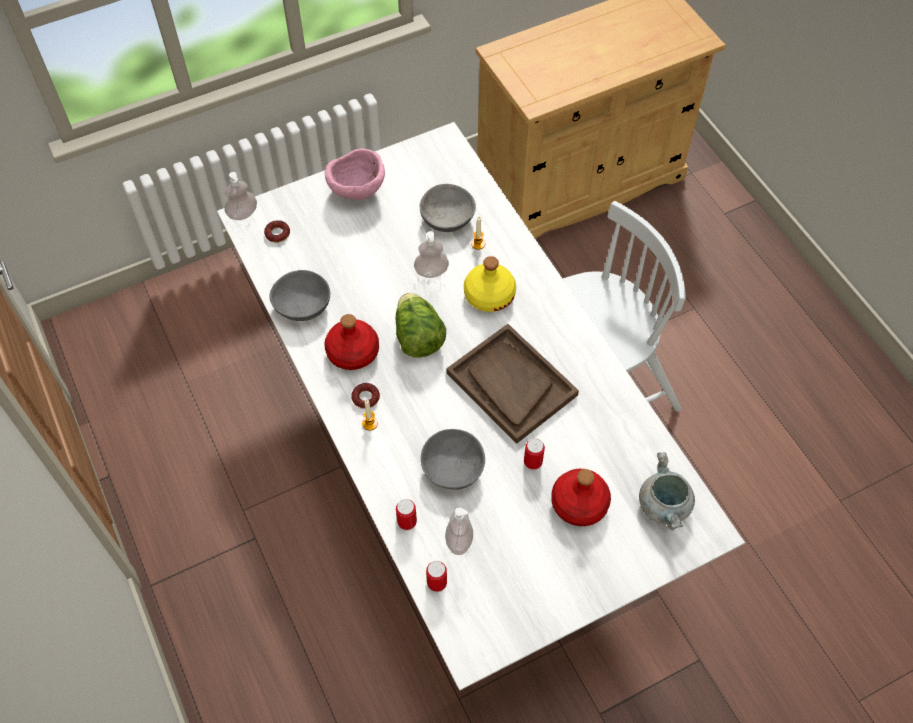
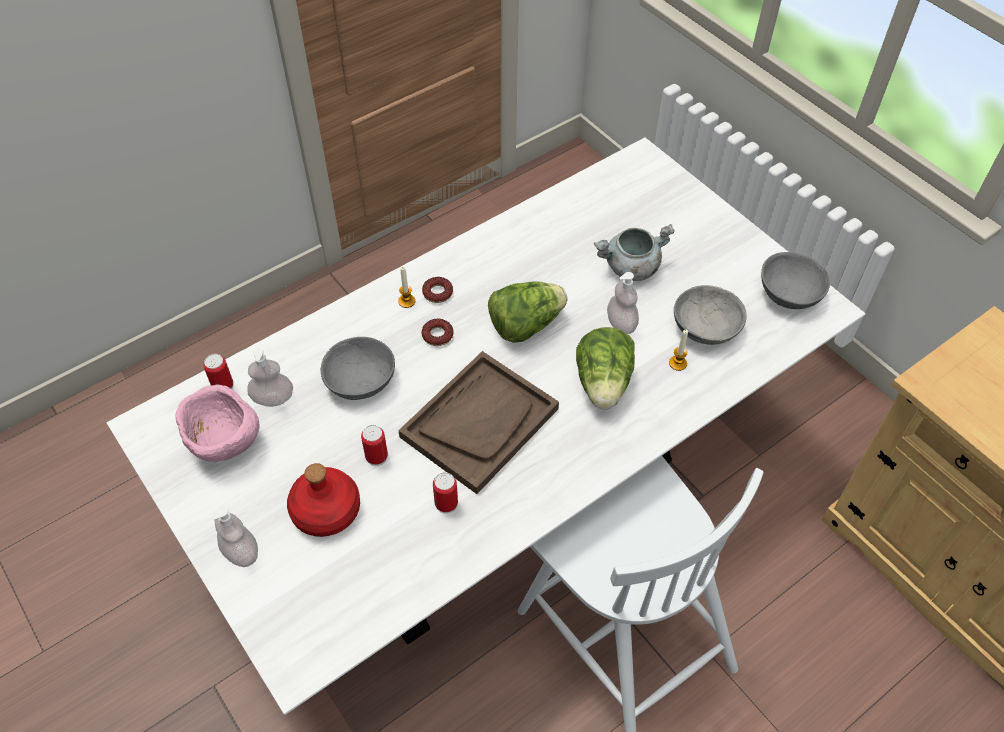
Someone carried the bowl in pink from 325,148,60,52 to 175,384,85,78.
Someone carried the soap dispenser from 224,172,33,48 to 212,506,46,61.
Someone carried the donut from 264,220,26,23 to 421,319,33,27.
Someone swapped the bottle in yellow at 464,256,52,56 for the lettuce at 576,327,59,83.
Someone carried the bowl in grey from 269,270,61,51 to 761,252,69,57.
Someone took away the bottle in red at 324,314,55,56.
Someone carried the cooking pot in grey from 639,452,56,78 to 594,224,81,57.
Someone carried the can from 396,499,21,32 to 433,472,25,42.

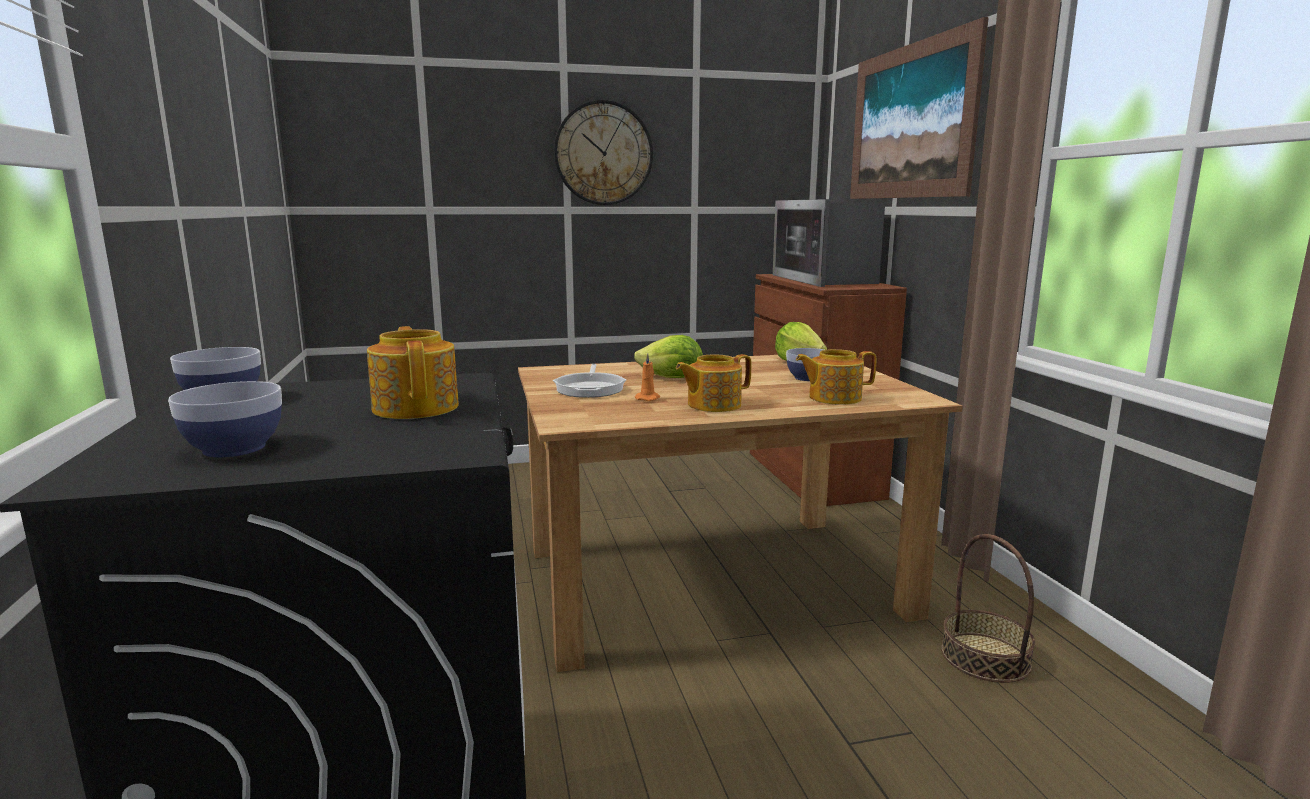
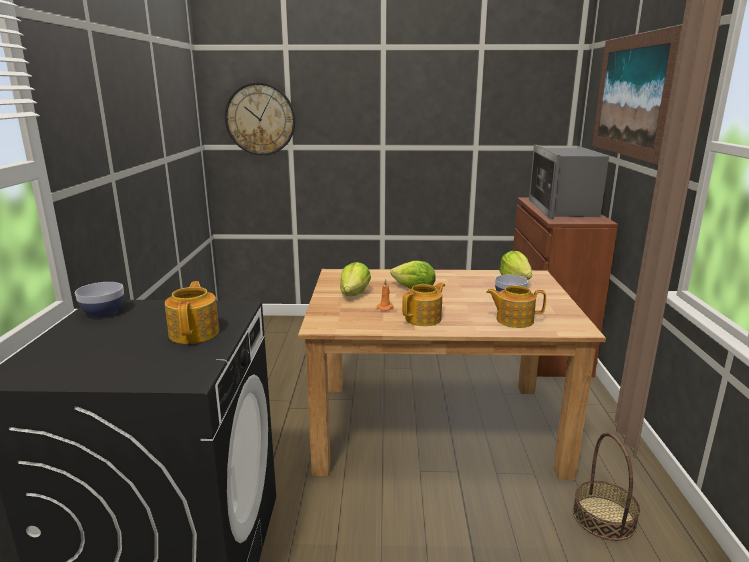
Someone carried the wall clock from 554,100,99,105 to 225,82,70,74.
Someone rotated the teapot at 676,354,75,58 by 150 degrees clockwise.
Someone swapped the frying pan at 553,364,73,34 for the lettuce at 340,262,31,34.
Someone took away the bowl at 168,381,114,76.

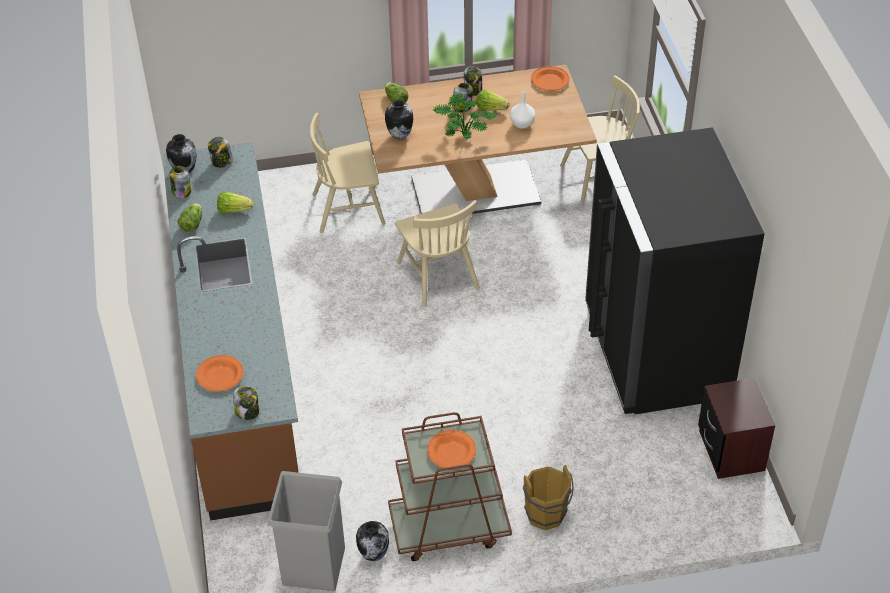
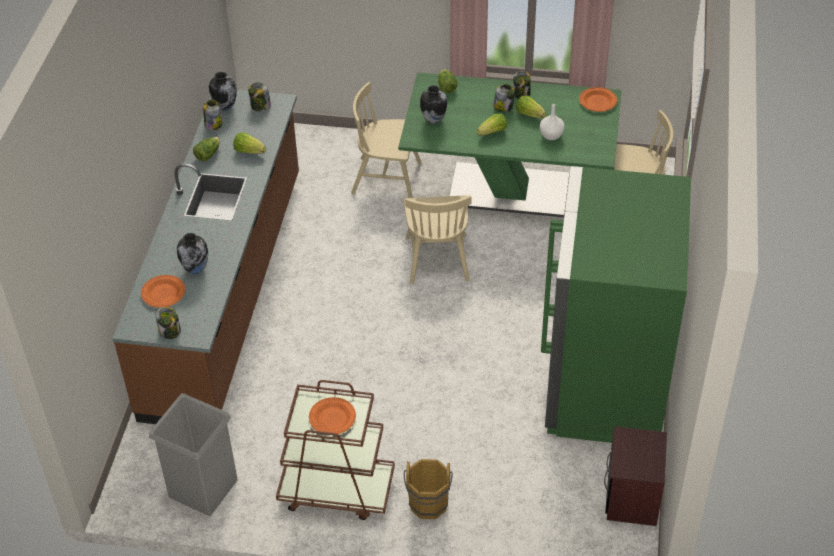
Someone repainted the dining table in brown at 359,64,238,150, which became the dining table in green at 398,72,224,145.
Someone swapped the potted plant at 433,93,63,46 for the lettuce at 477,113,30,23.
Someone repainted the fridge in black at 585,127,179,287, which became the fridge in green at 541,166,150,277.
Someone carried the vase from 356,521,33,40 to 177,233,31,41.

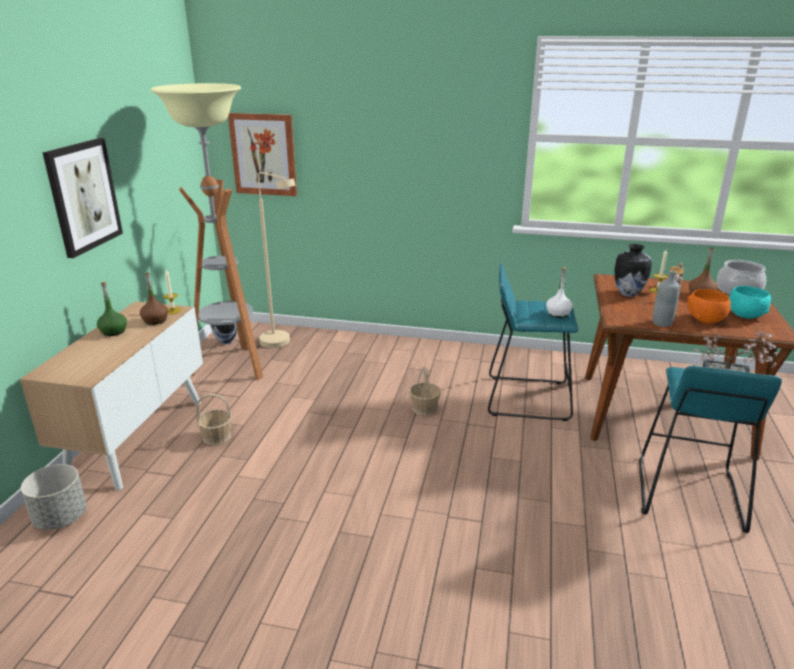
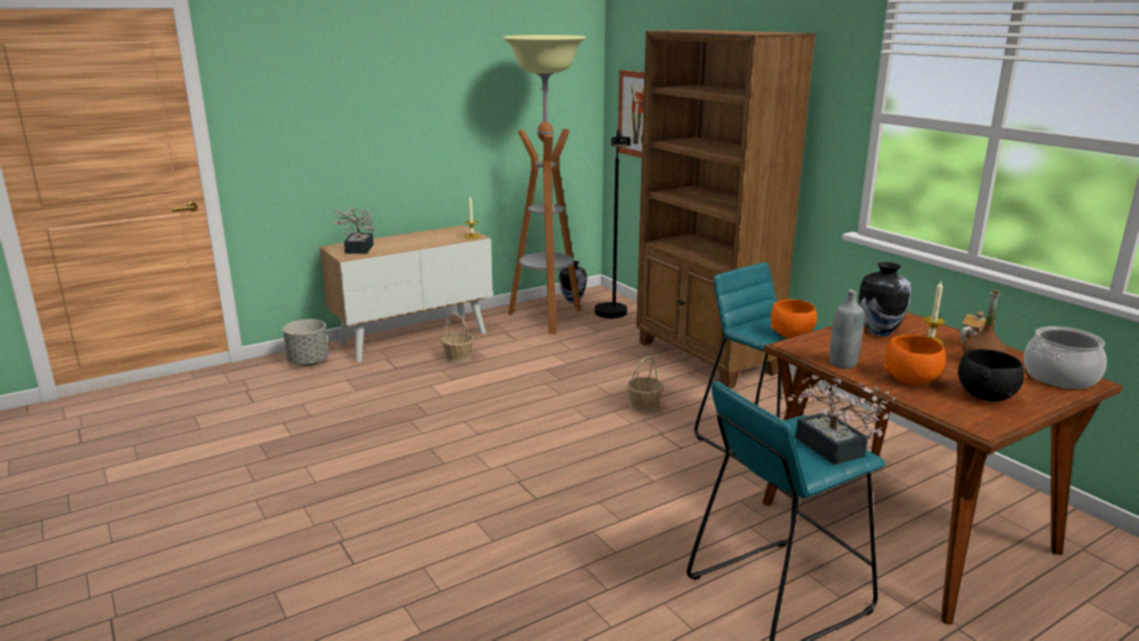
Someone took away the picture at 43,138,80,120.
Someone repainted the floor lamp in beige at 258,172,38,176, which became the floor lamp in black at 595,129,36,189.
Someone swapped the bottle in white at 546,267,27,51 for the bowl in orange at 770,299,47,39.
Someone took away the bottle in brown at 140,273,28,52.
Someone took away the bottle in green at 97,282,30,54.
Someone repainted the bowl in turquoise at 729,286,42,33, which became the bowl in black at 958,349,66,52.
Someone put down the bookcase in brown at 636,30,180,359.
Someone put down the potted plant at 335,207,40,47.

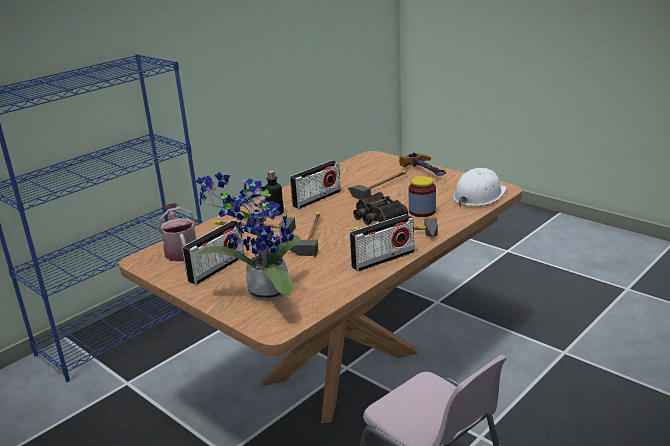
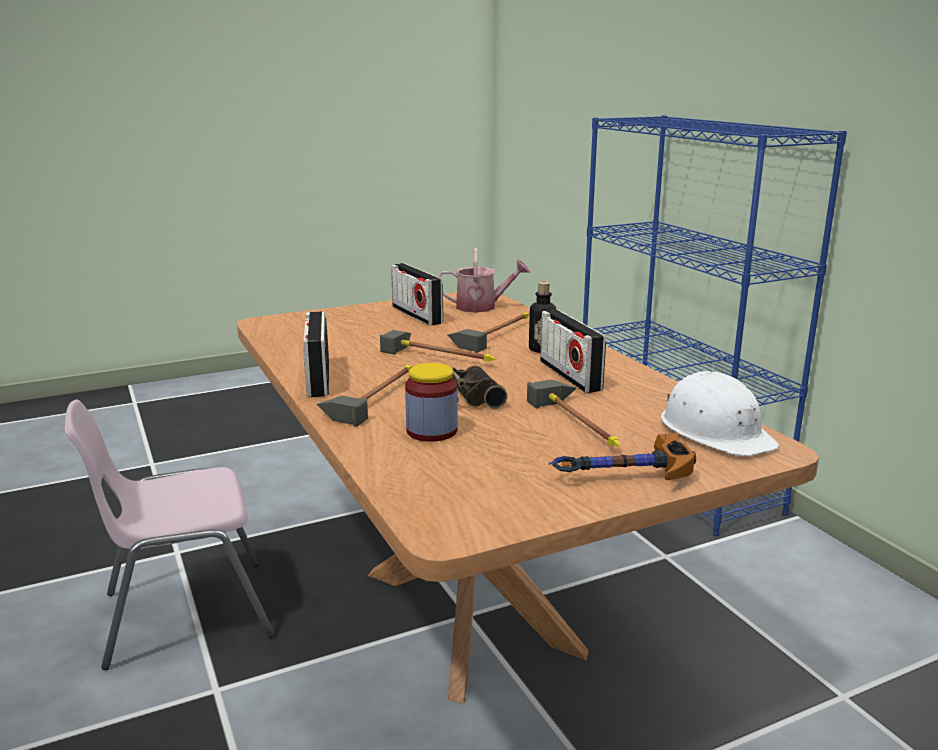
Someone carried the hard hat in white from 453,168,54,39 to 661,371,118,85.
Someone took away the potted plant at 195,172,106,129.

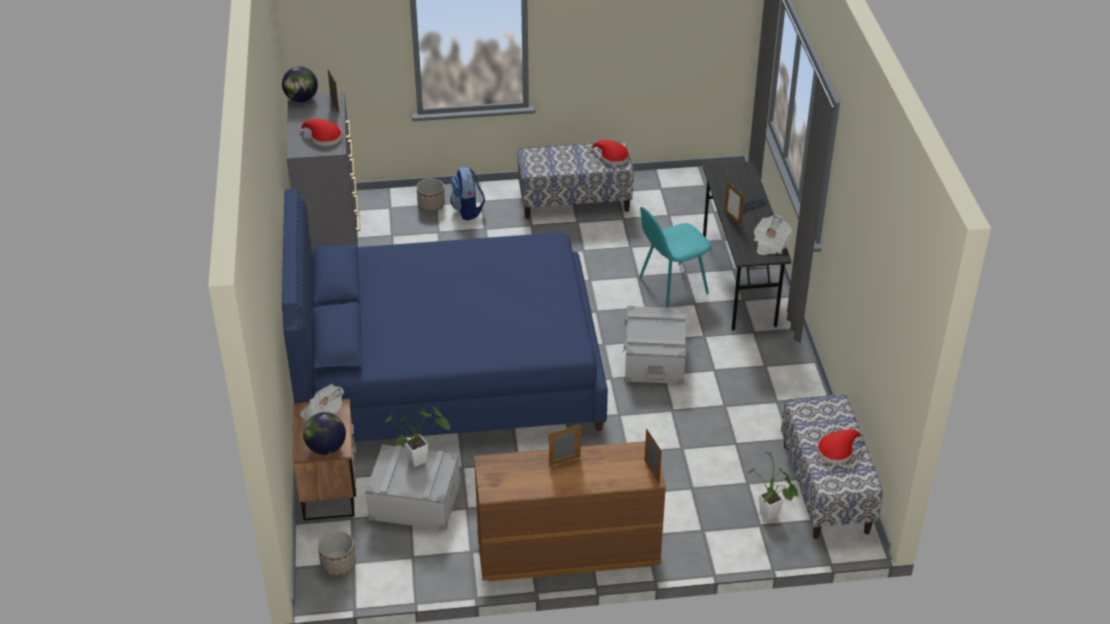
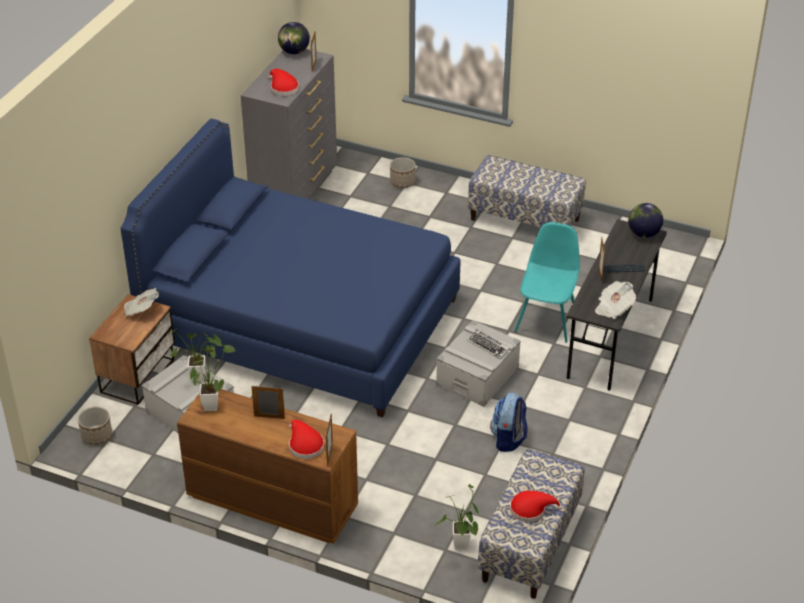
Someone carried the hat in red from 590,140,39,26 to 289,419,35,40.
Someone carried the backpack from 450,166,35,55 to 490,392,37,60.
Someone rotated the chair in turquoise at 639,207,72,101 by 105 degrees clockwise.
Someone carried the globe from 303,412,43,43 to 628,203,35,35.
Someone put down the keyboard at 468,329,41,30.
Someone put down the potted plant at 190,345,45,66.

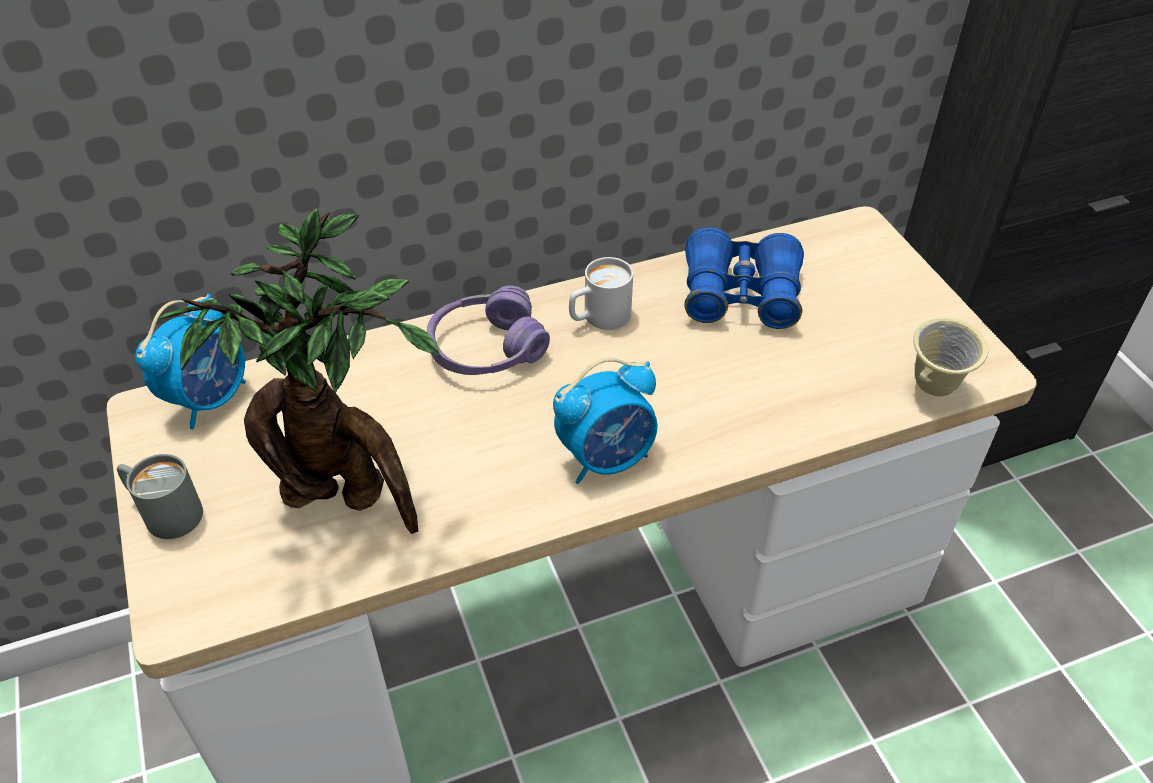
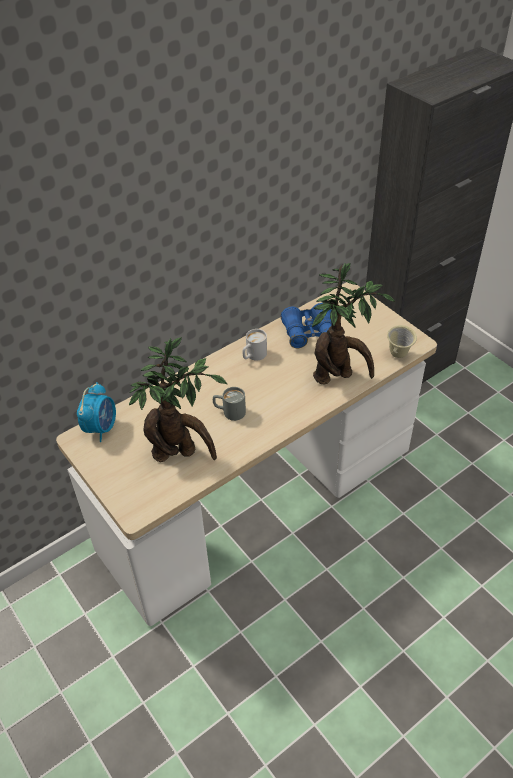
Someone took away the headphones in purple at 427,285,123,90.
Someone took away the alarm clock at 553,358,105,126.
Someone carried the mug in grey from 117,454,86,85 to 213,387,33,34.
Someone put down the potted plant at 312,263,83,121.

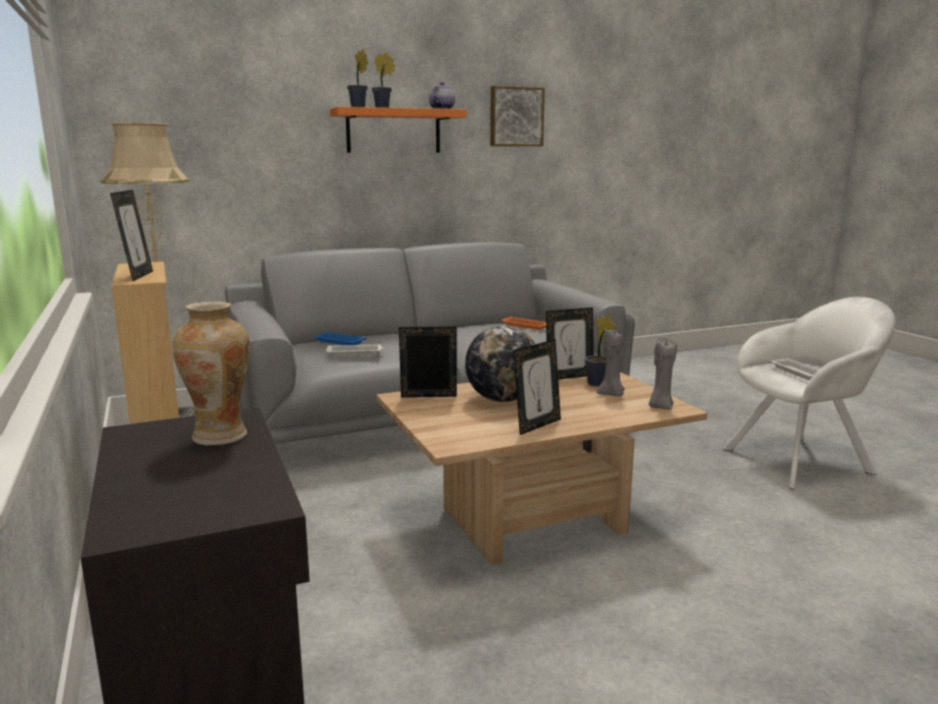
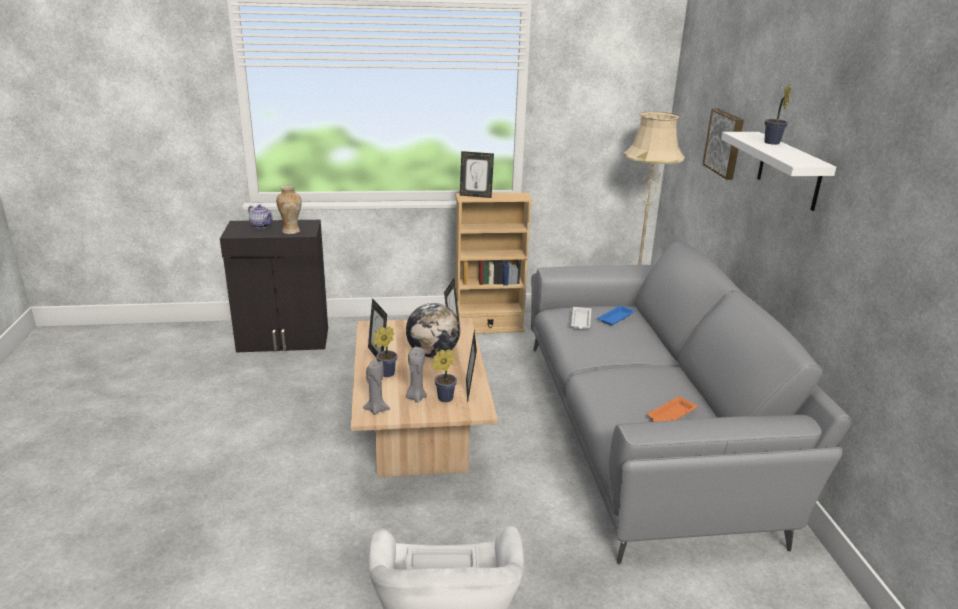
Someone carried the potted plant from 347,49,21,58 to 373,326,25,51.
Someone carried the teapot from 429,82,26,27 to 248,205,25,23.
Someone carried the picture from 490,86,55,60 to 702,108,42,72.
Someone repainted the shelf in orange at 330,107,137,46, which became the shelf in white at 721,132,115,79.

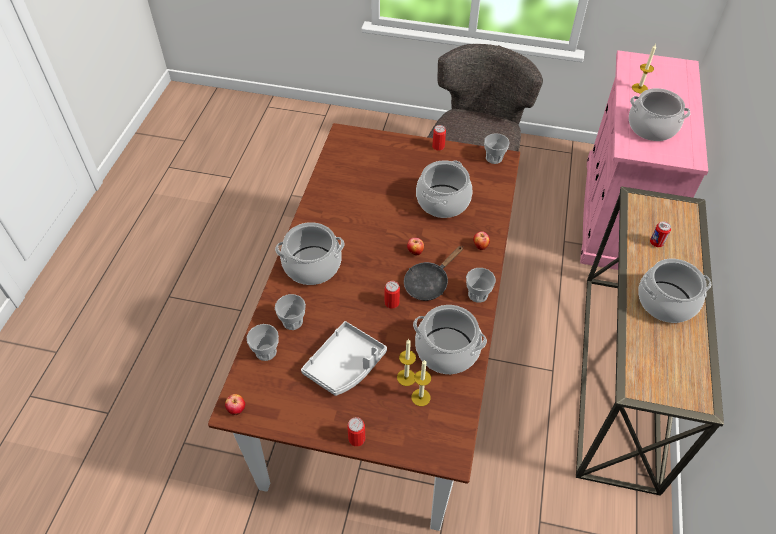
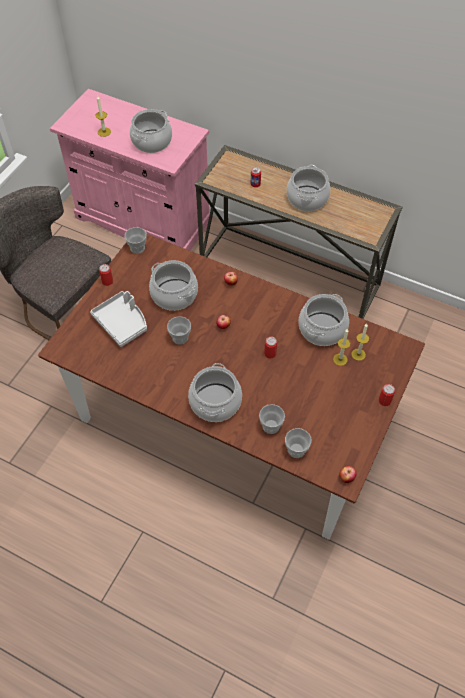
Someone took away the frying pan in black at 404,246,59,55.
Someone carried the cup from 466,268,30,35 to 167,316,24,29.
Someone carried the tray in grey from 301,321,86,75 to 90,291,57,56.

